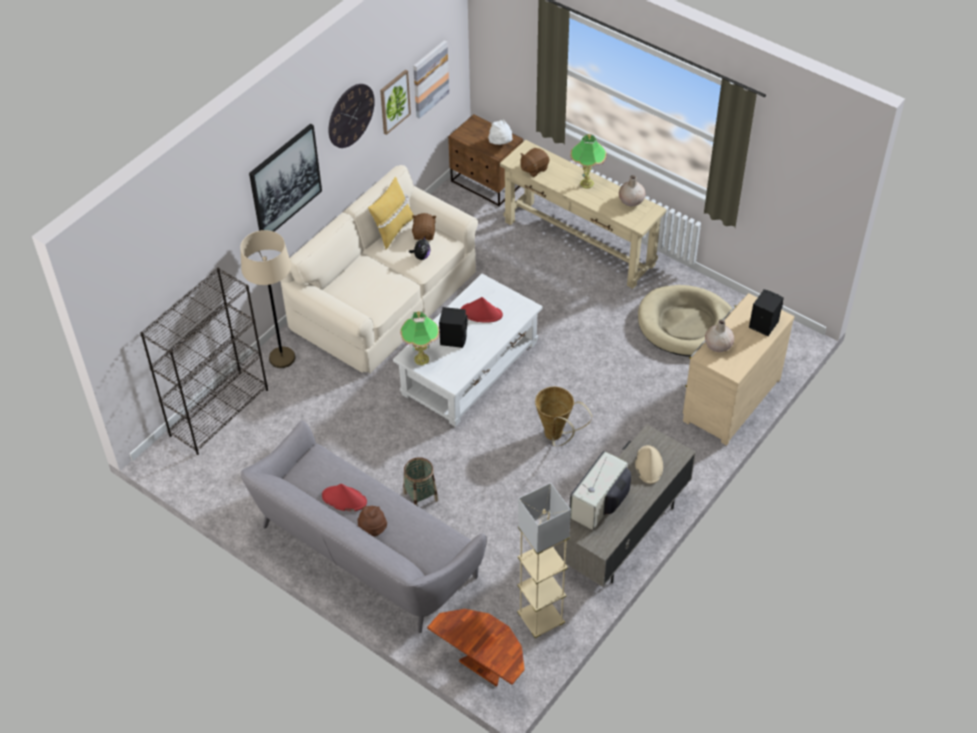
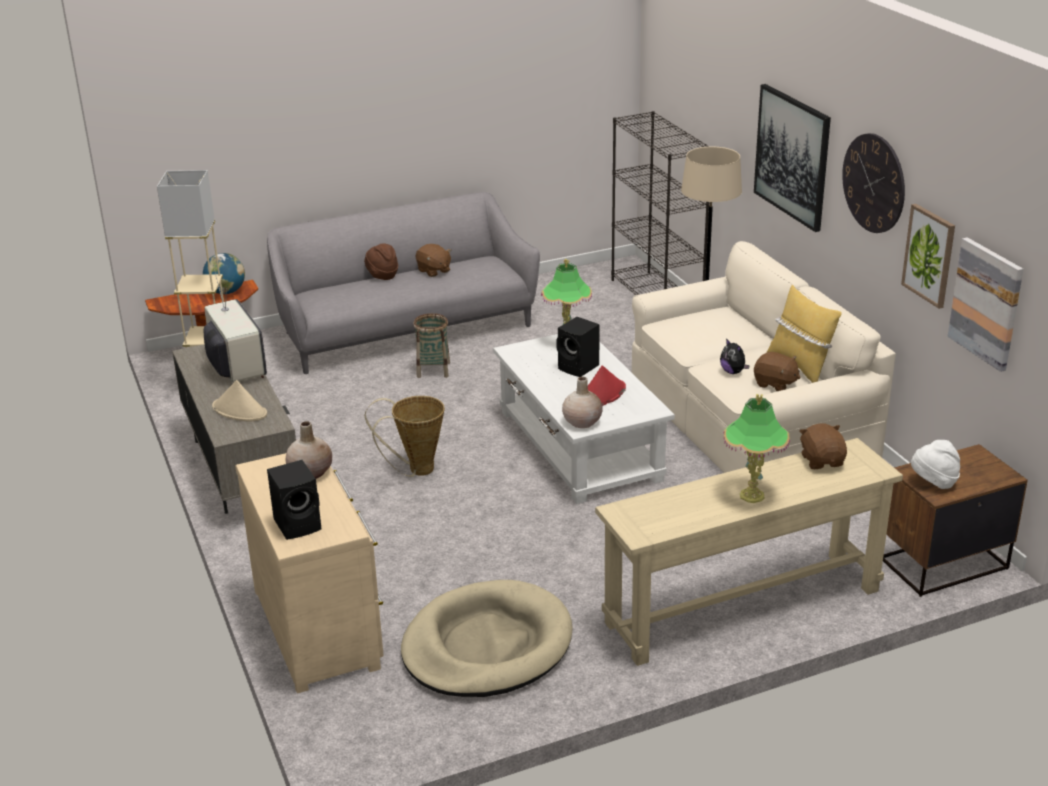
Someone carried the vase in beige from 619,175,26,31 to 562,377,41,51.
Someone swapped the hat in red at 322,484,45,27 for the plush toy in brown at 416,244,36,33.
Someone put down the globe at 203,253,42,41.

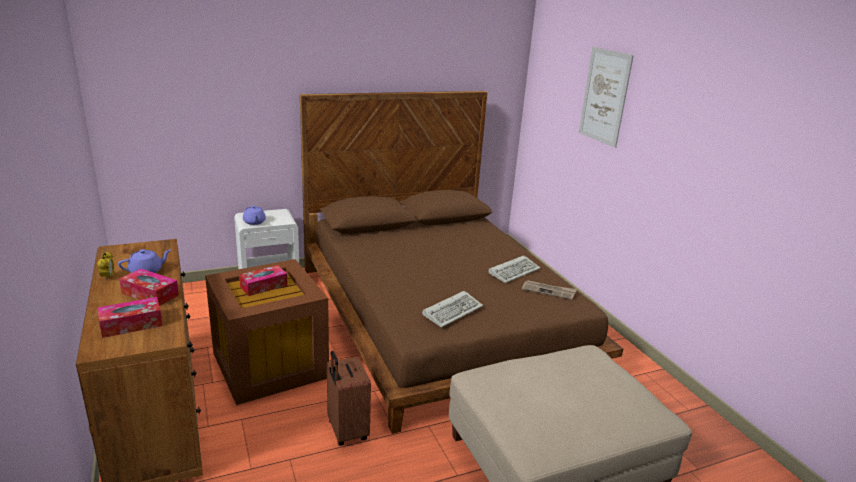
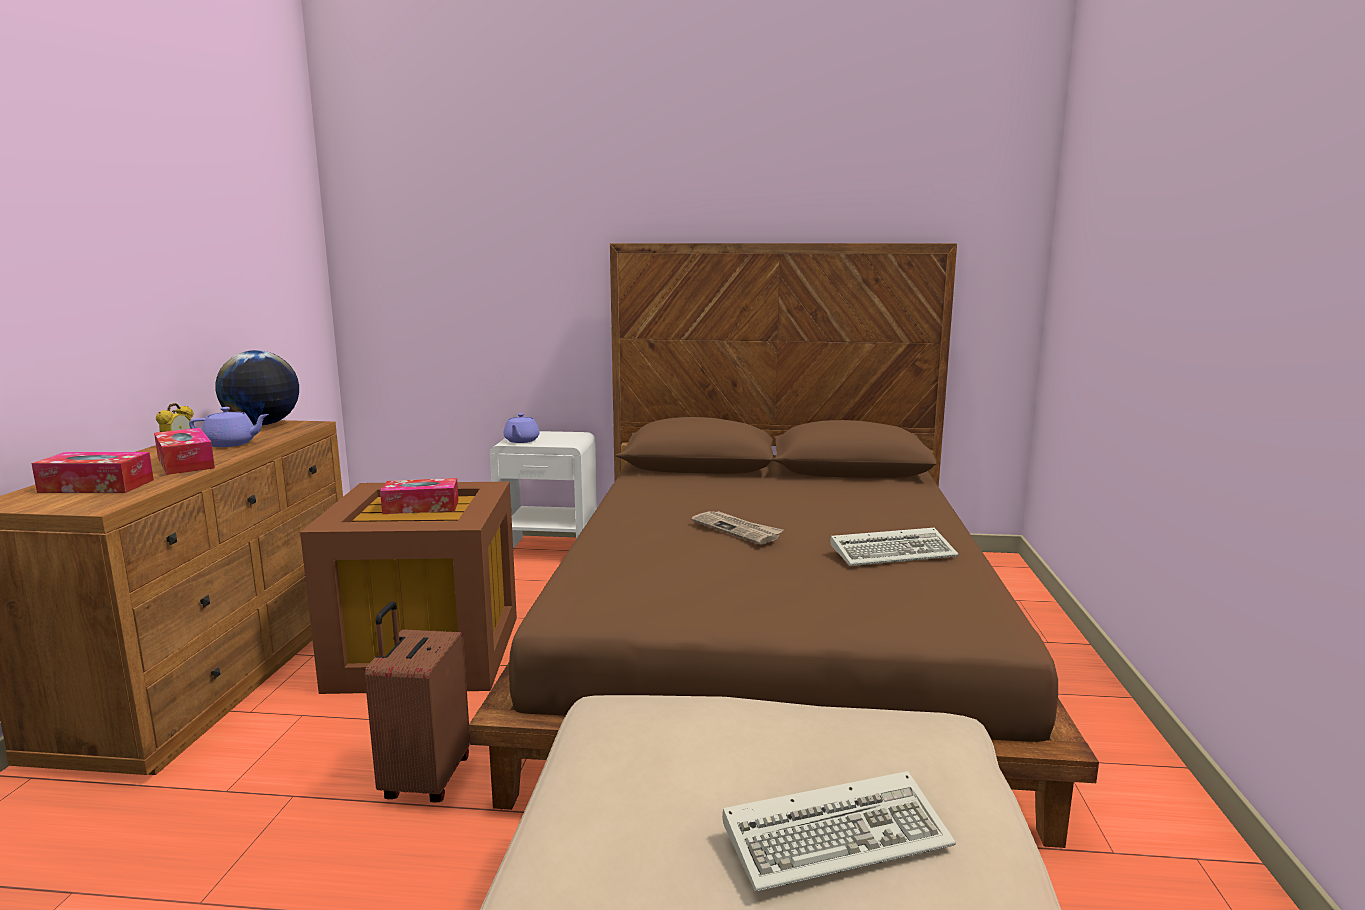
Someone took away the picture at 579,47,55,101.
Someone carried the newspaper from 522,280,55,20 to 691,511,92,34.
Someone carried the keyboard from 422,291,61,36 to 722,771,234,121.
Someone put down the globe at 215,350,84,76.

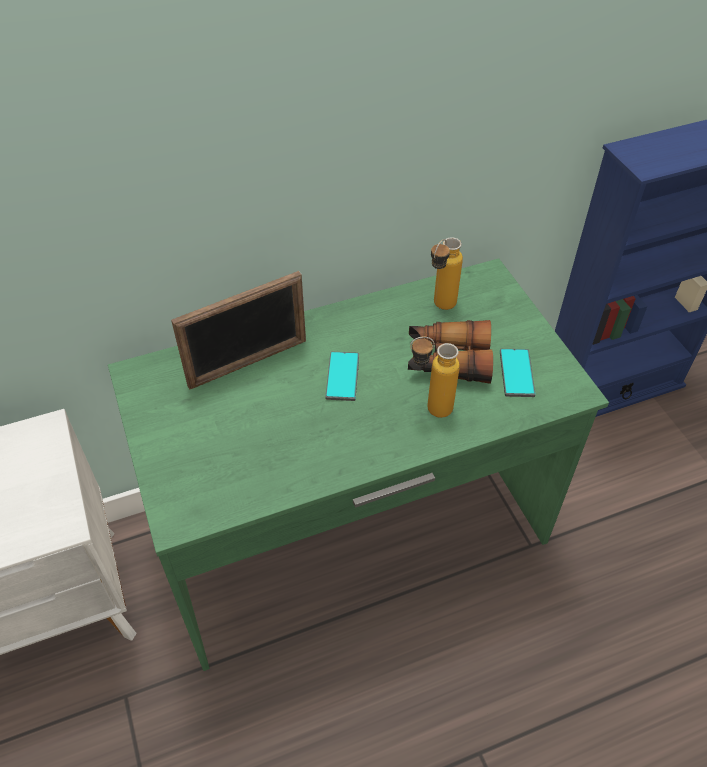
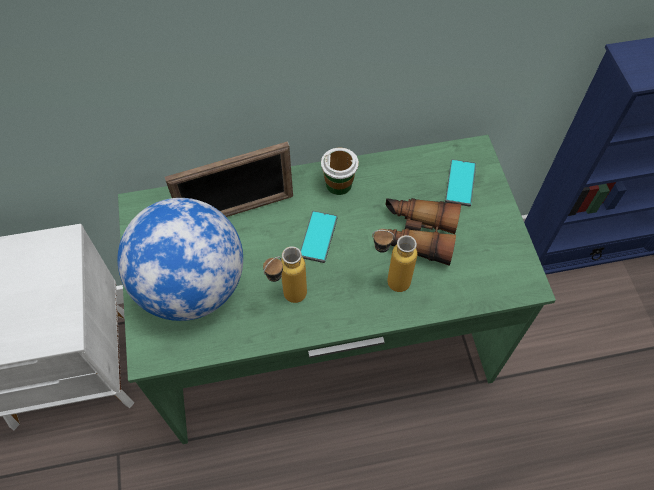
Someone carried the bottle from 431,237,32,73 to 263,246,44,57.
Someone carried the phone from 500,349,36,48 to 445,159,31,48.
Someone put down the cup at 321,148,38,47.
Someone put down the globe at 117,198,126,123.

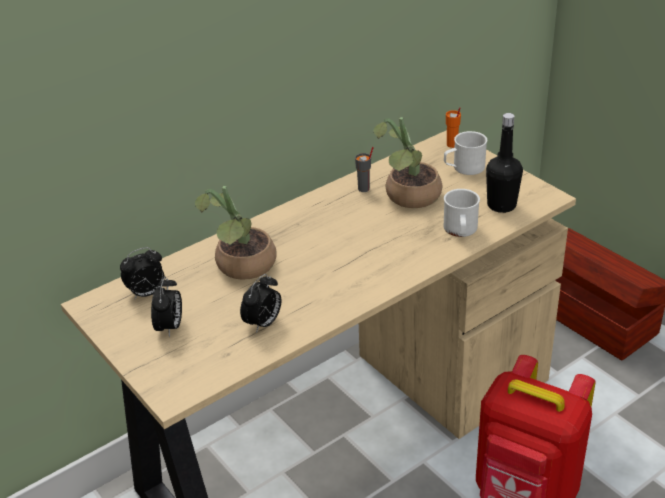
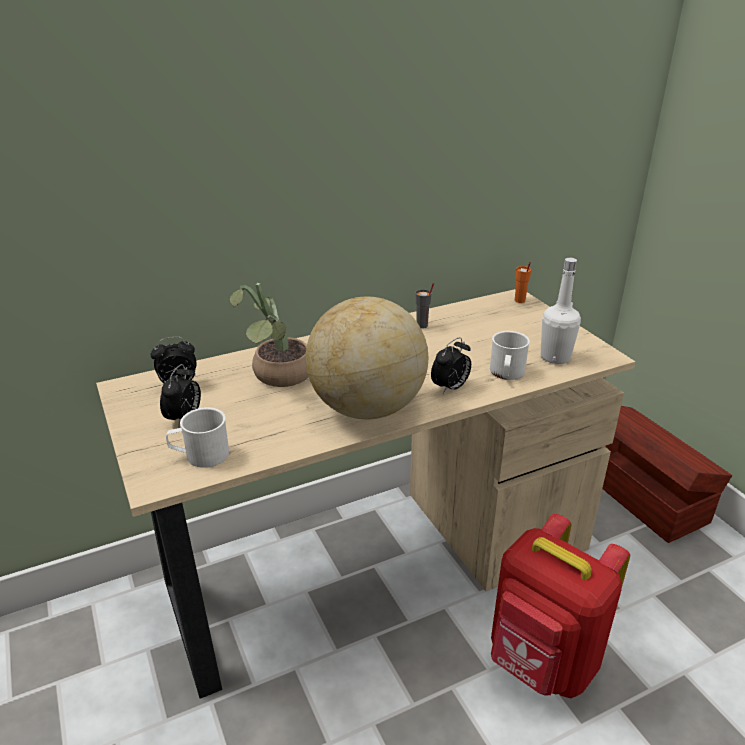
Someone repainted the bottle in black at 486,113,37,100, which became the bottle in white at 541,257,40,107.
Someone took away the potted plant at 373,117,69,91.
Someone carried the mug in white from 444,131,43,44 to 166,407,63,61.
Someone carried the alarm clock from 240,274,41,59 to 431,337,40,57.
Someone put down the globe at 306,297,122,122.

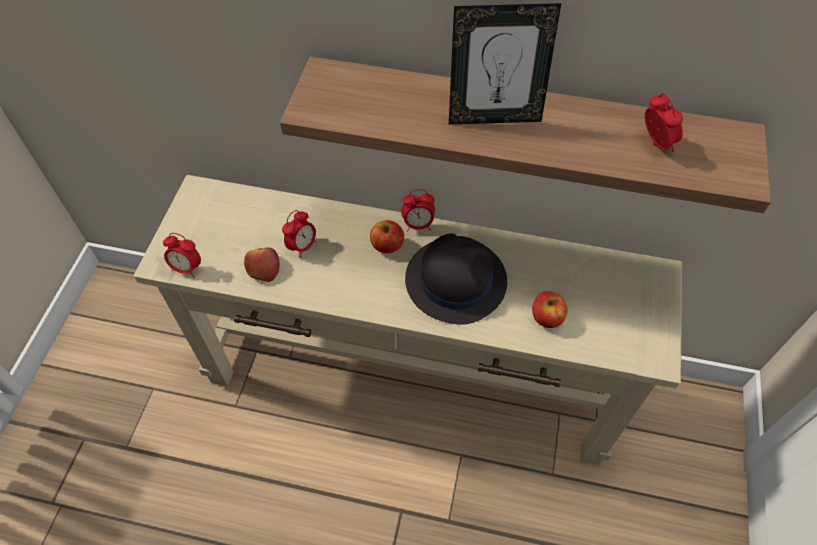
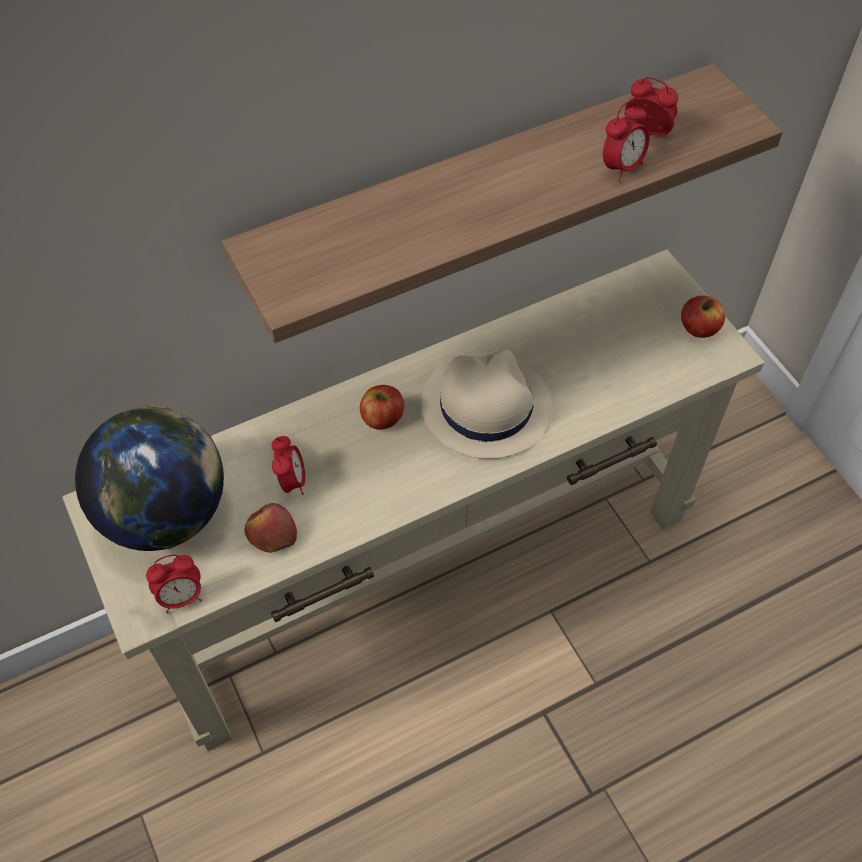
Someone took away the picture frame at 449,3,112,122.
Someone carried the alarm clock from 401,189,34,43 to 603,100,46,82.
Someone repainted the hat in black at 405,233,102,92, which became the hat in beige at 421,349,131,110.
Someone carried the apple from 532,291,36,37 to 681,295,44,43.
Someone put down the globe at 75,405,149,146.

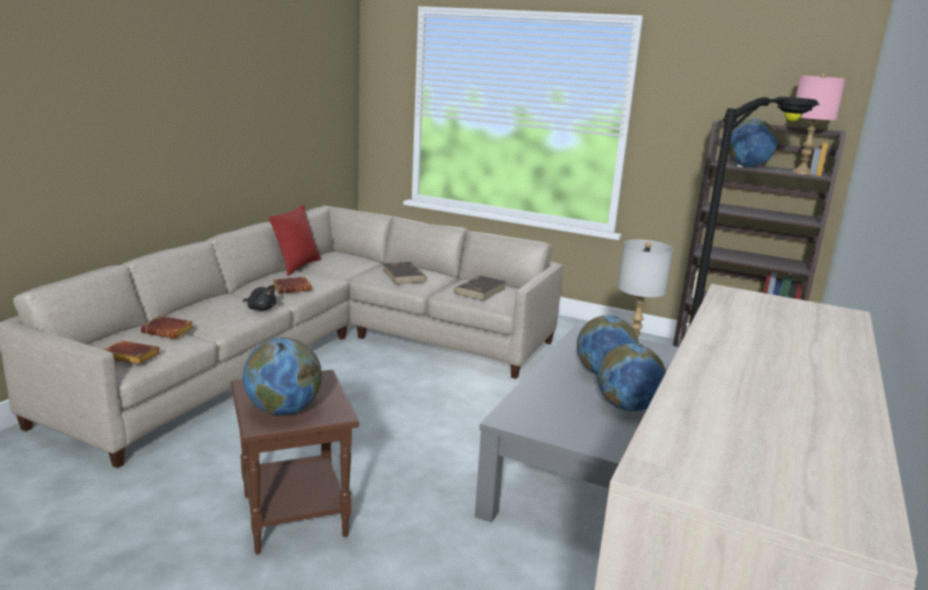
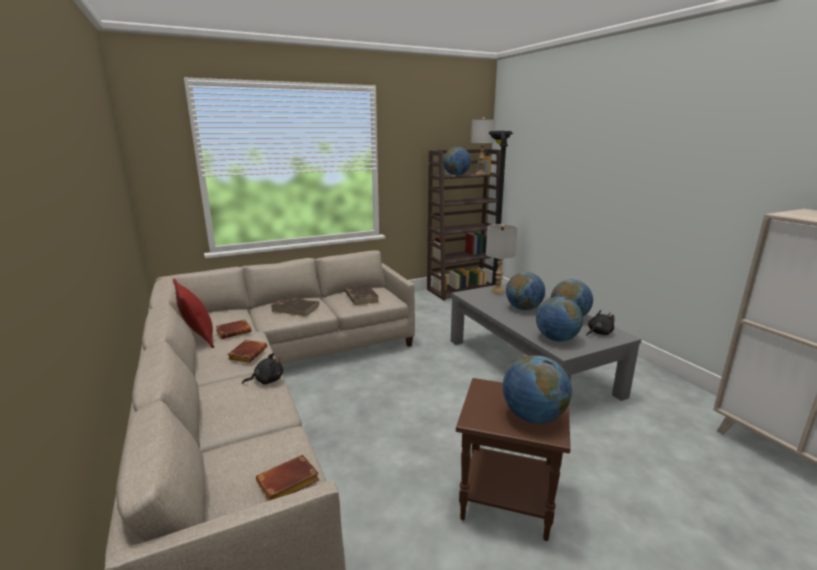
Someone repainted the table lamp in pink at 792,73,54,102, which became the table lamp in grey at 471,117,24,58.
Someone carried the book in brown from 140,316,54,23 to 216,319,35,20.
Someone put down the globe at 536,297,47,45.
Someone put down the plush toy in black at 586,310,28,26.

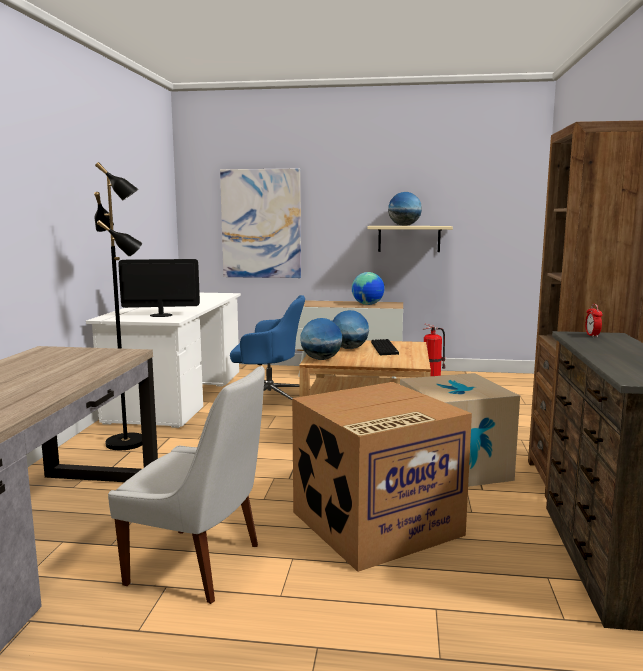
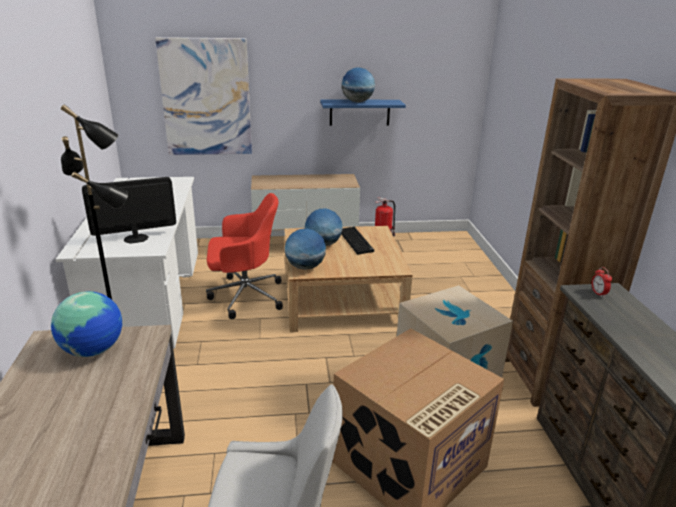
Someone repainted the shelf in beige at 368,226,85,26, which became the shelf in blue at 320,100,86,26.
Someone carried the globe from 352,272,33,33 to 51,291,71,66.
Someone repainted the office chair in blue at 230,295,75,105, which became the office chair in red at 206,193,77,126.

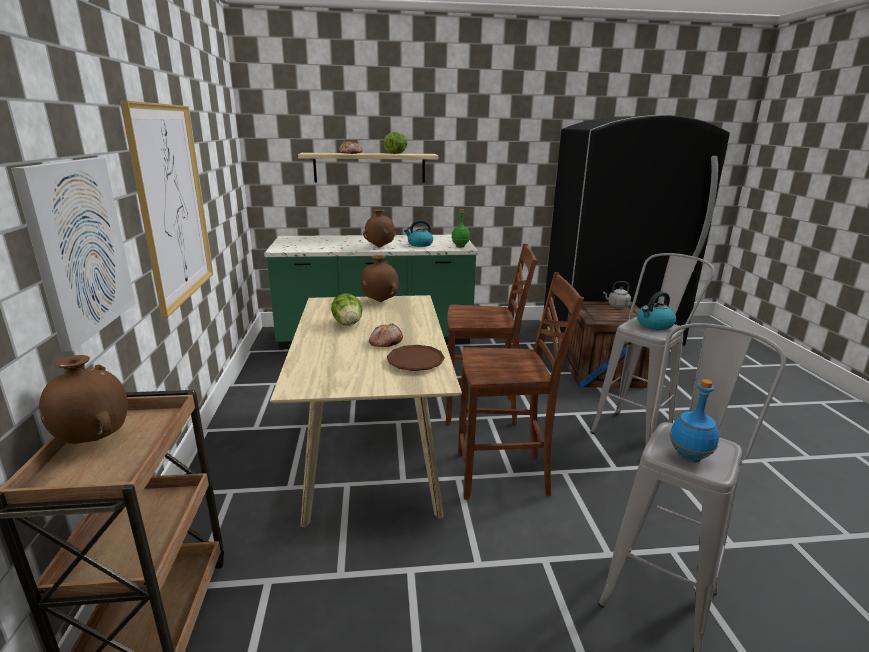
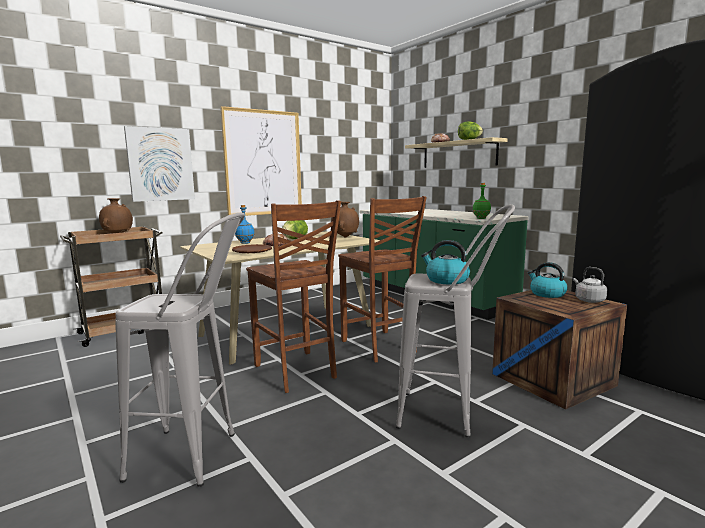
Someone took away the vase in brown at 363,209,33,39.
Someone carried the kettle from 404,220,29,27 to 528,262,39,36.
Someone carried the bottle in blue from 670,379,49,84 to 235,205,19,39.

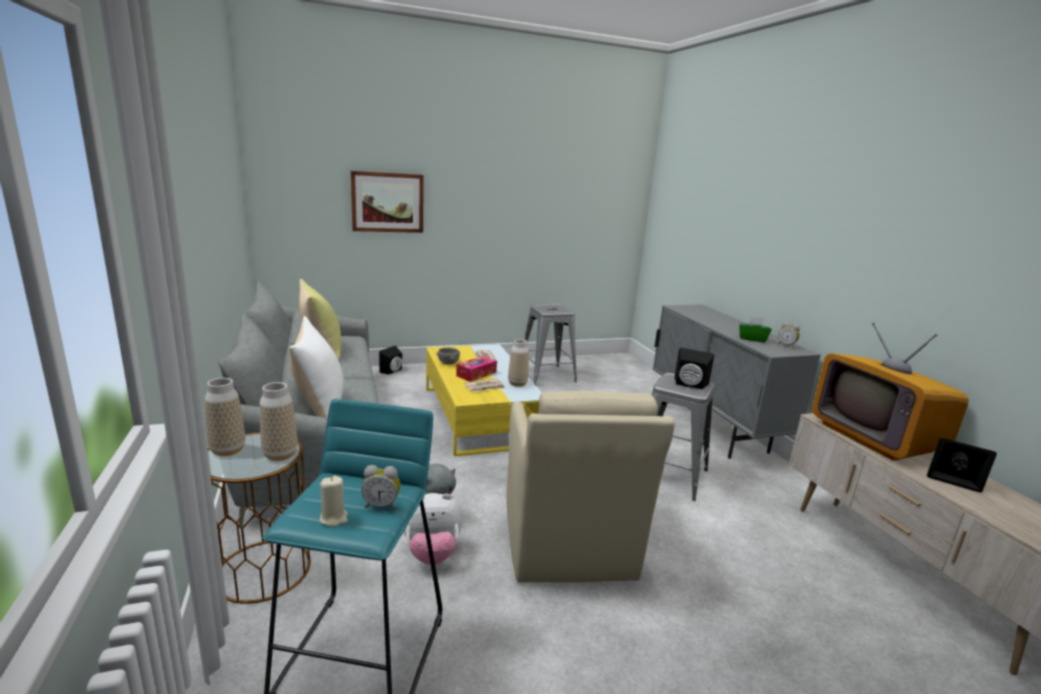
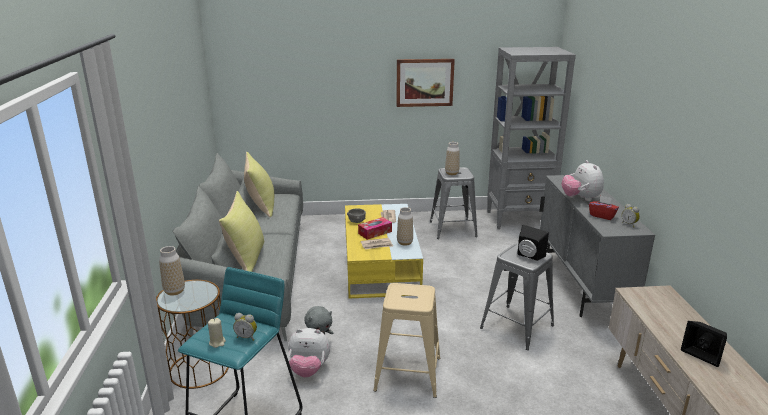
Someone carried the picture from 351,171,73,62 to 396,59,59,48.
Someone repainted the tissue box in green at 739,315,33,28, which became the tissue box in red at 589,196,30,24.
Someone repainted the pillow in white at 289,316,55,102, which became the pillow in yellow at 219,191,46,81.
Someone took away the television at 812,322,157,139.
Someone took away the speaker in black at 379,346,23,29.
Someone carried the vase from 260,382,38,79 to 445,142,15,33.
Someone swapped the armchair in beige at 506,391,169,192 for the stool in beige at 373,283,67,115.
Someone put down the bookcase in grey at 487,47,89,183.
Someone put down the plush toy at 562,160,42,41.

